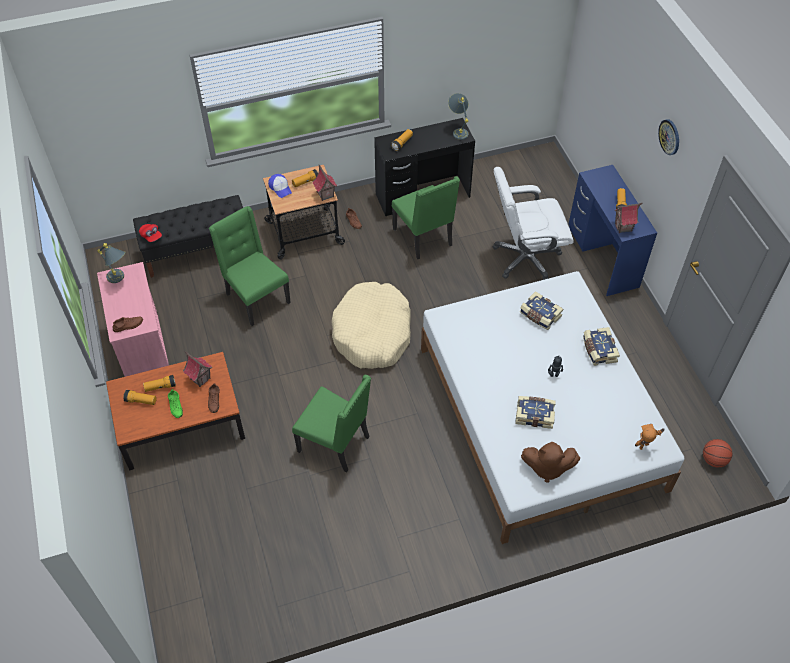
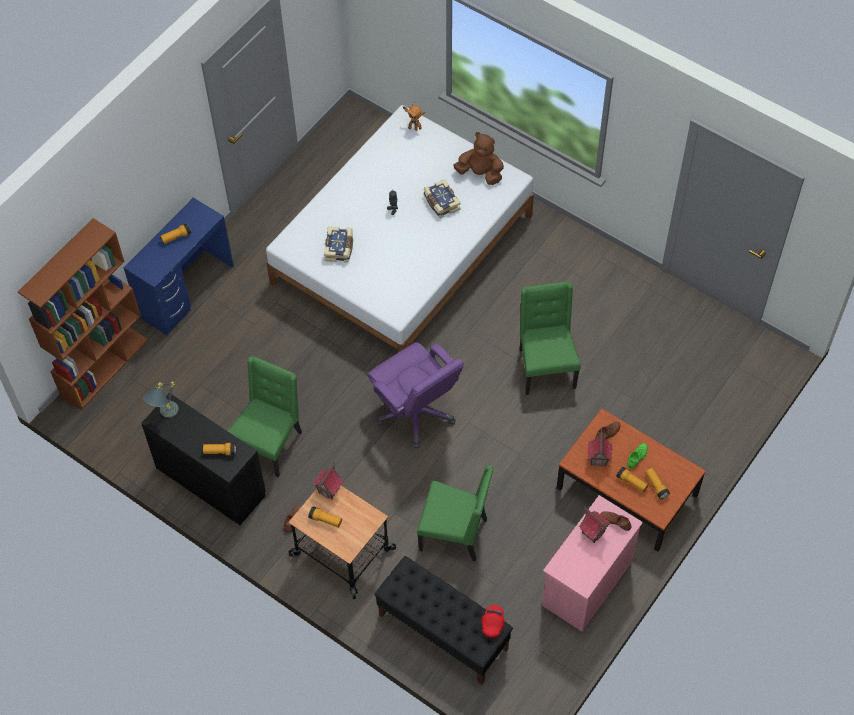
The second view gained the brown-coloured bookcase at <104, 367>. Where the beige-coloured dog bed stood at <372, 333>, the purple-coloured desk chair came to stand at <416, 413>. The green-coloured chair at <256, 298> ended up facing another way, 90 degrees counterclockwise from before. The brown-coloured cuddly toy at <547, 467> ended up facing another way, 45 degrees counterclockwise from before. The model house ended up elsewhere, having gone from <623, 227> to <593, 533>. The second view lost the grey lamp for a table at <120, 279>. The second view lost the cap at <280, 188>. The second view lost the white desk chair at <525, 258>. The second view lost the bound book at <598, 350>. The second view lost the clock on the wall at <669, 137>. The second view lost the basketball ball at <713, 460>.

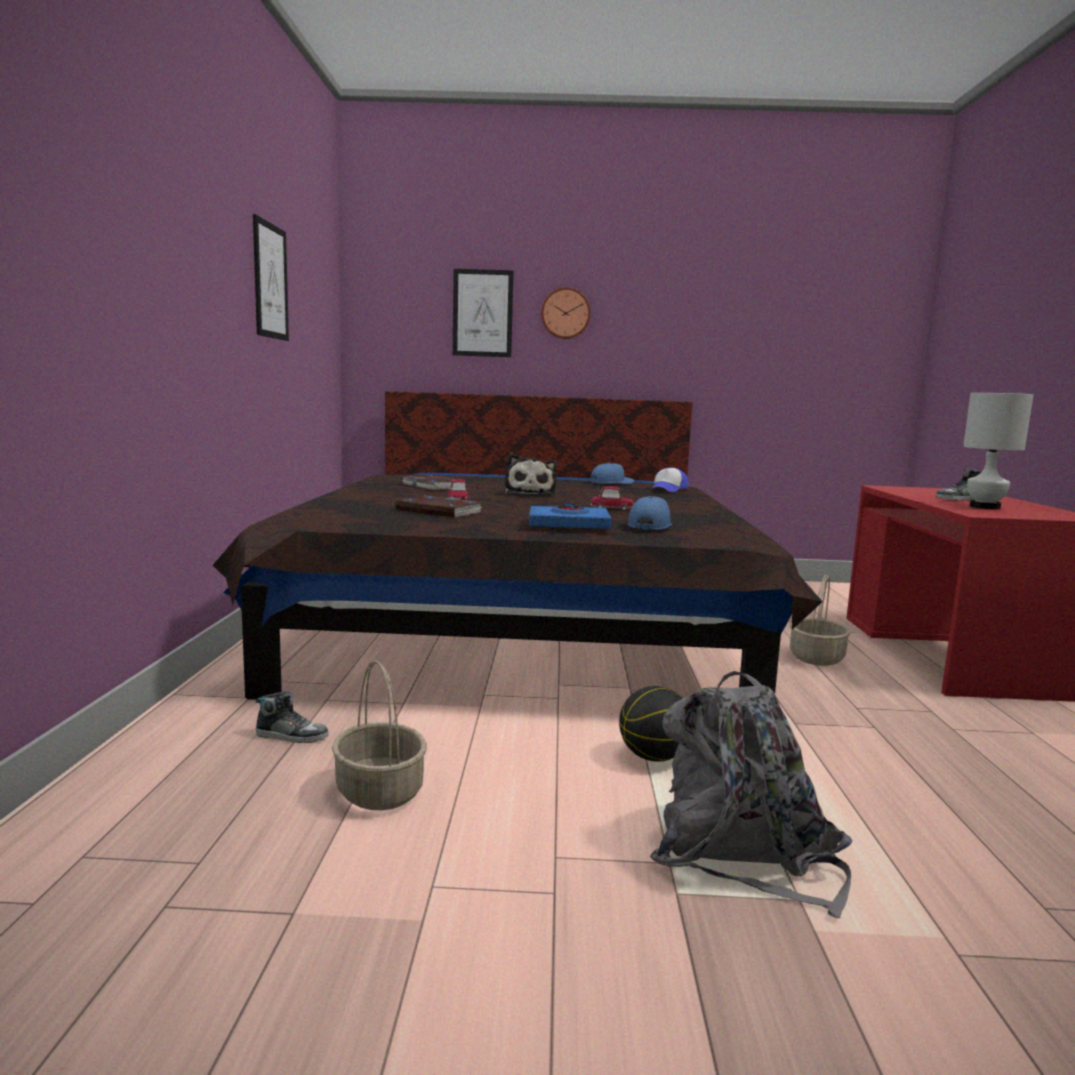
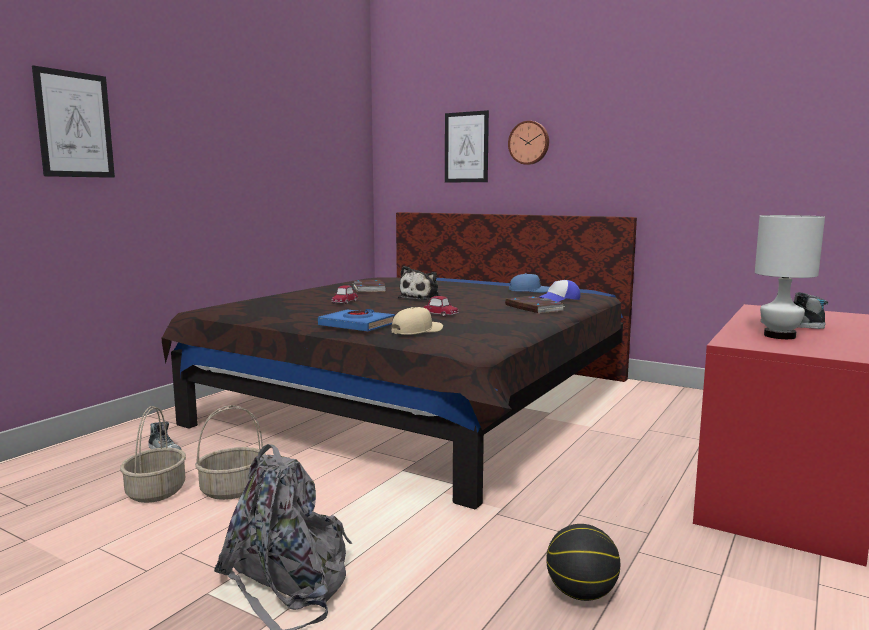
The wall art ended up elsewhere, having gone from <270, 281> to <75, 124>. The basket ended up elsewhere, having gone from <816, 657> to <233, 489>. What was the blue cap at <650, 525> turned into the beige-coloured cap at <417, 331>. The bound book ended up elsewhere, having gone from <437, 511> to <533, 308>. The basketball ball ended up elsewhere, having gone from <653, 757> to <581, 593>.

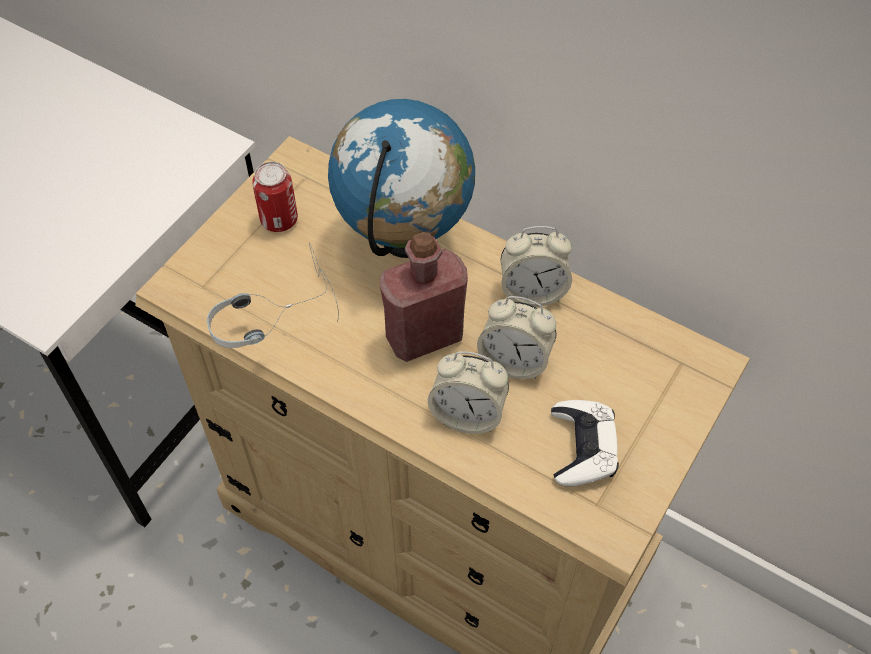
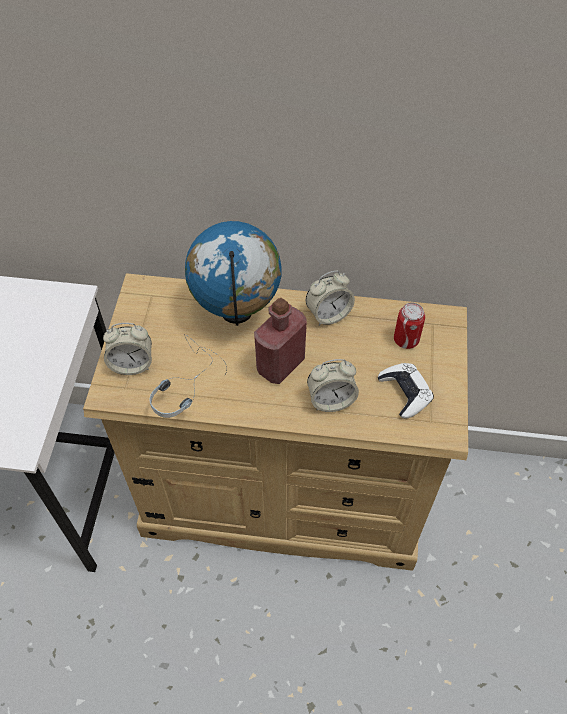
The alarm clock ended up elsewhere, having gone from <514, 360> to <132, 364>. The sealed can ended up elsewhere, having gone from <279, 220> to <406, 339>.

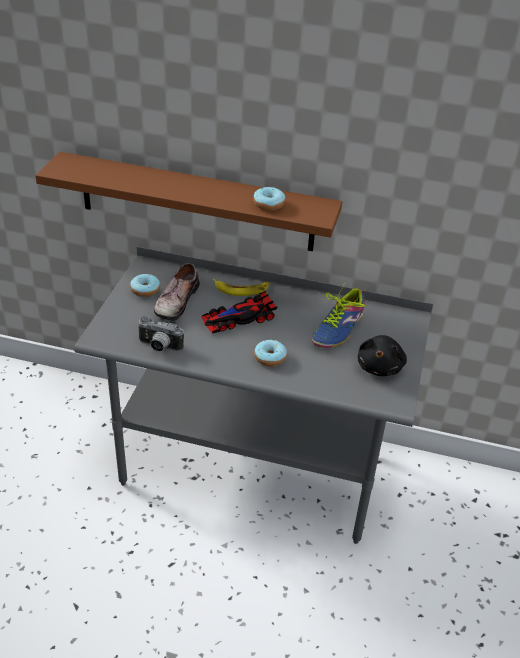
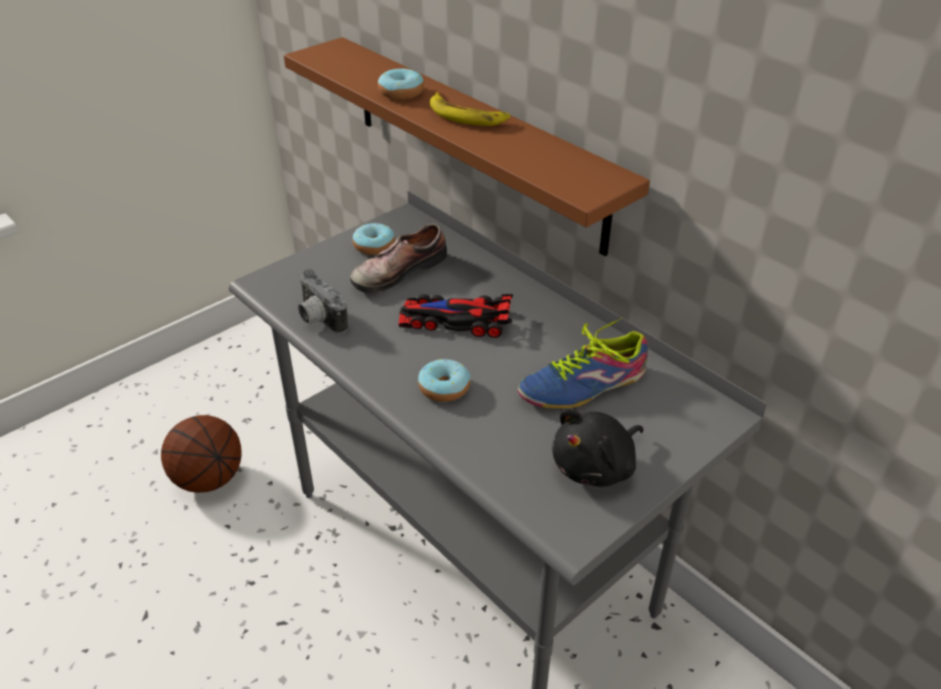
The second view gained the basketball ball at <208, 478>. The donut ended up elsewhere, having gone from <269, 204> to <401, 93>. The whole banana ended up elsewhere, having gone from <241, 289> to <466, 116>.

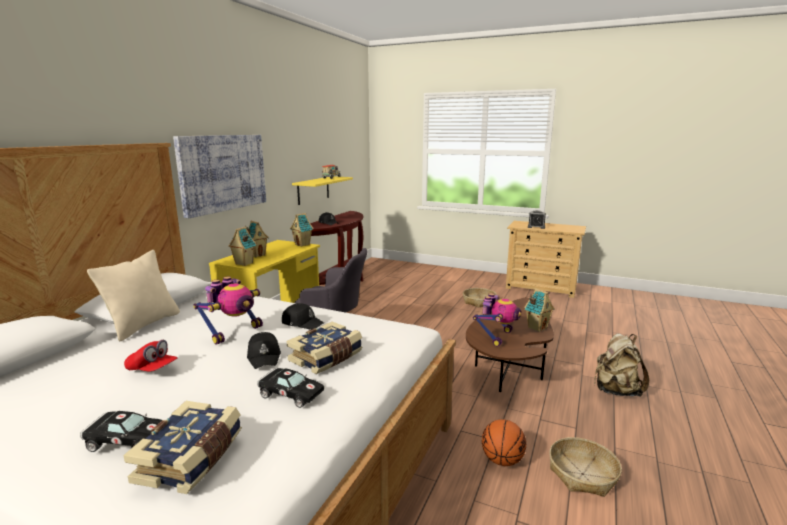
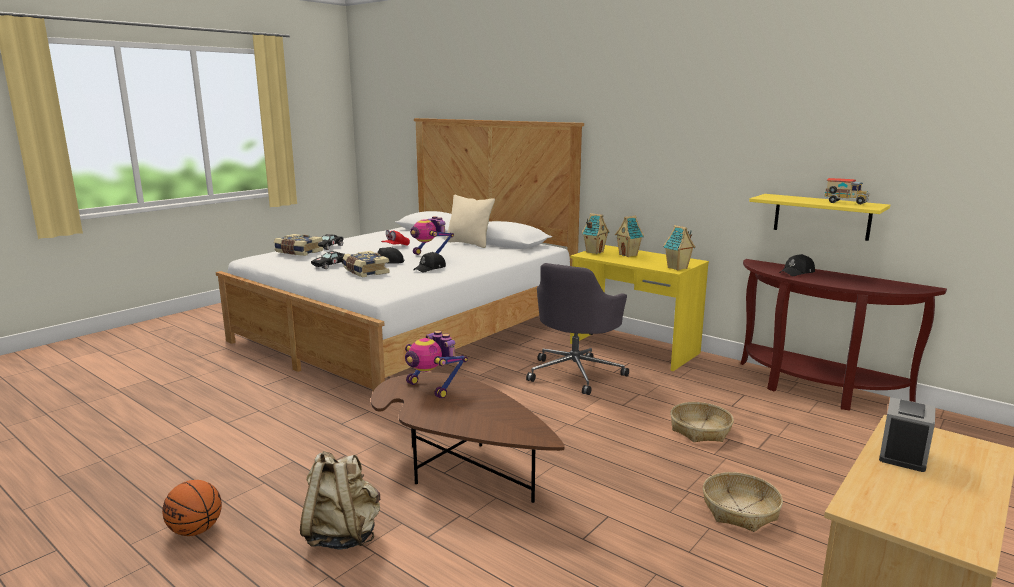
The basketball ball ended up elsewhere, having gone from <502, 460> to <195, 530>. The basket ended up elsewhere, having gone from <582, 474> to <700, 430>. The second view lost the wall art at <222, 173>. The second view lost the model house at <537, 327>.

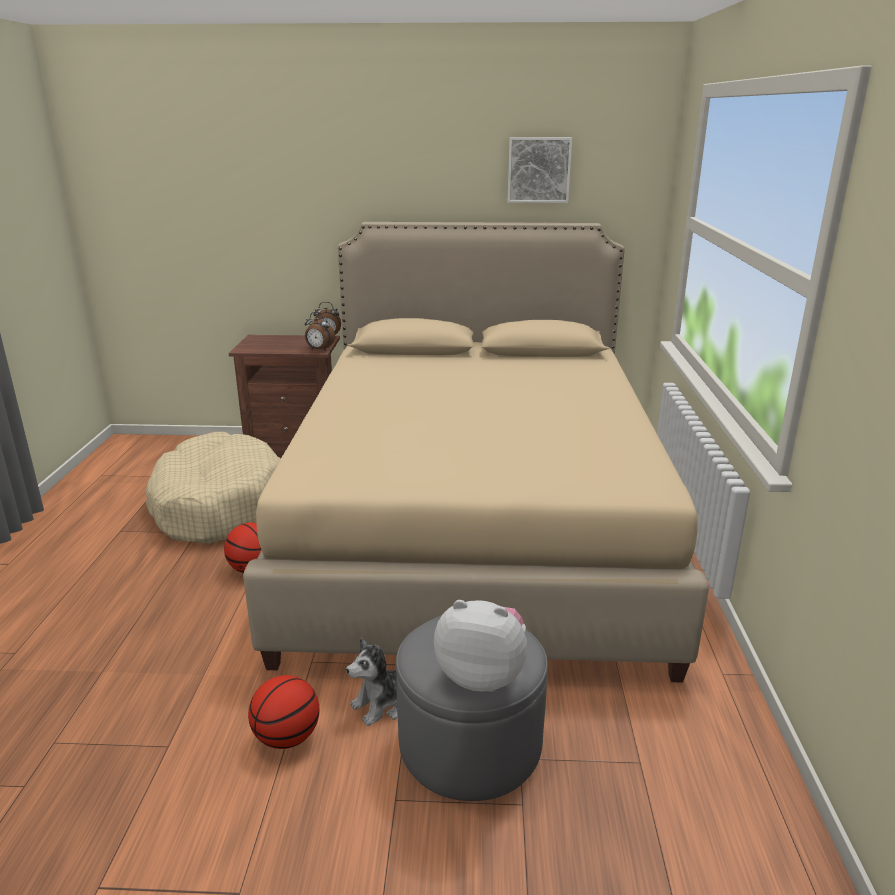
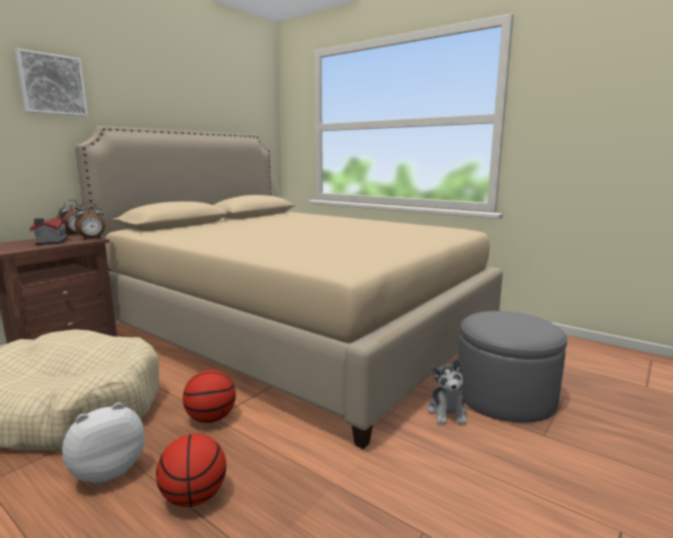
The wall art ended up elsewhere, having gone from <538, 170> to <52, 84>. The second view gained the model house at <50, 241>. The cuddly toy ended up elsewhere, having gone from <482, 675> to <107, 471>. The basketball ball ended up elsewhere, having gone from <287, 737> to <194, 497>.

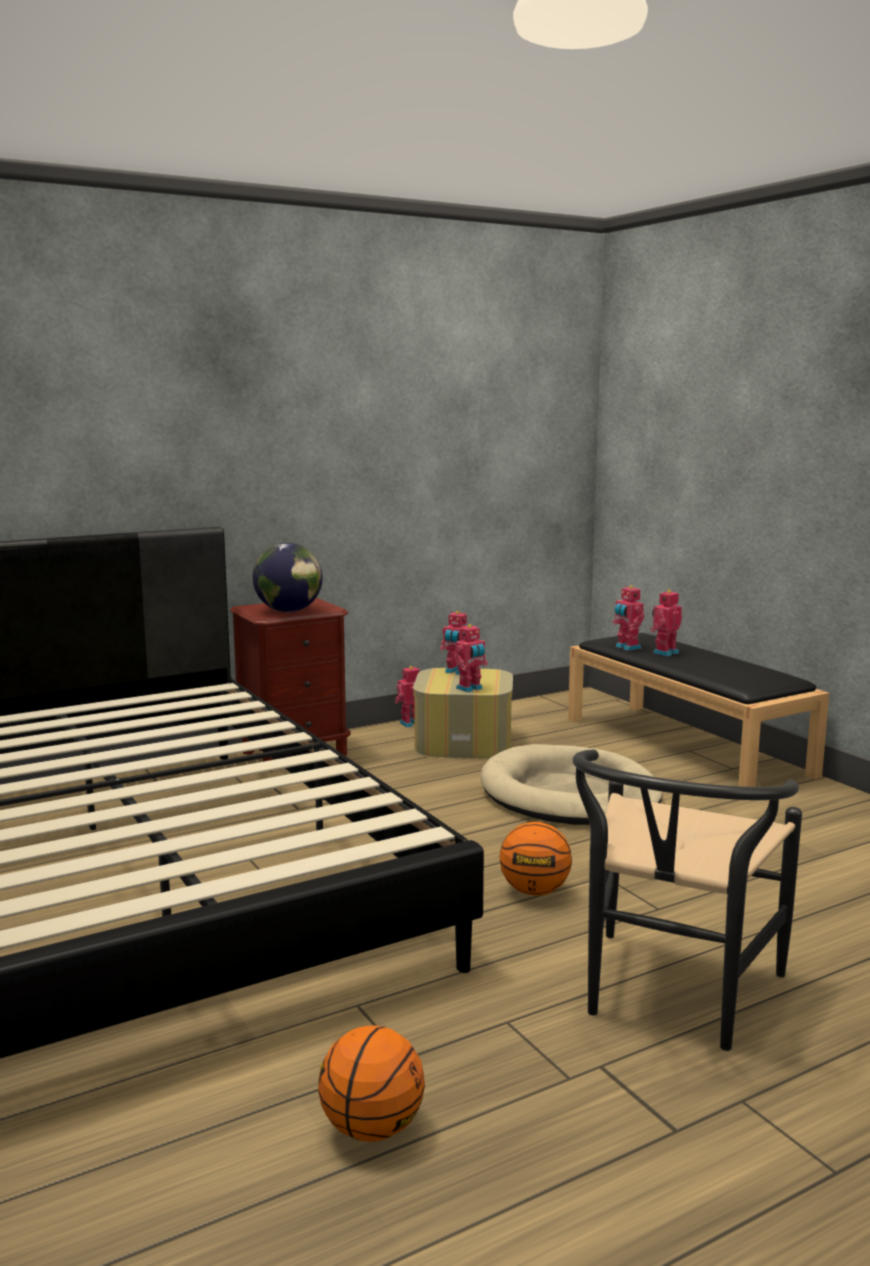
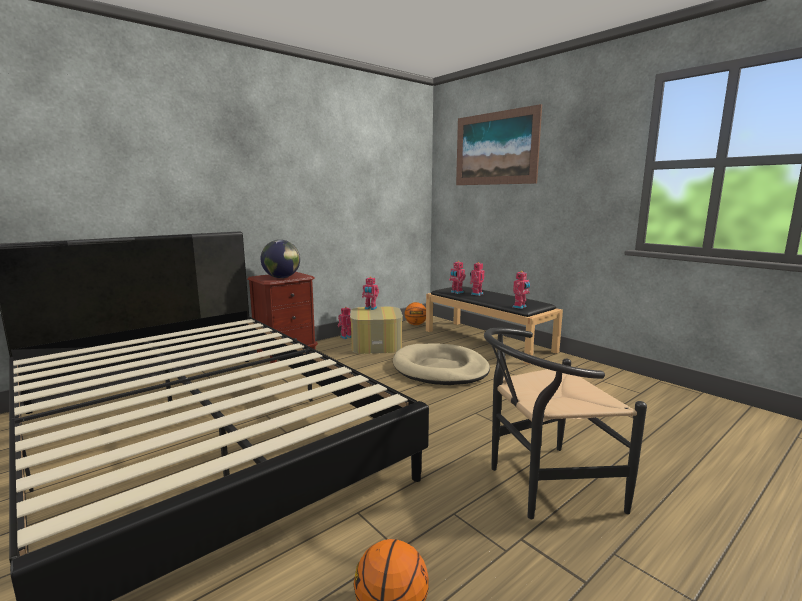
The basketball ball ended up elsewhere, having gone from <535, 891> to <415, 324>. The second view gained the wall art at <495, 148>. The blackish chair at <671, 998> ended up facing another way, 60 degrees clockwise from before. The toy robot ended up elsewhere, having gone from <470, 689> to <520, 307>.

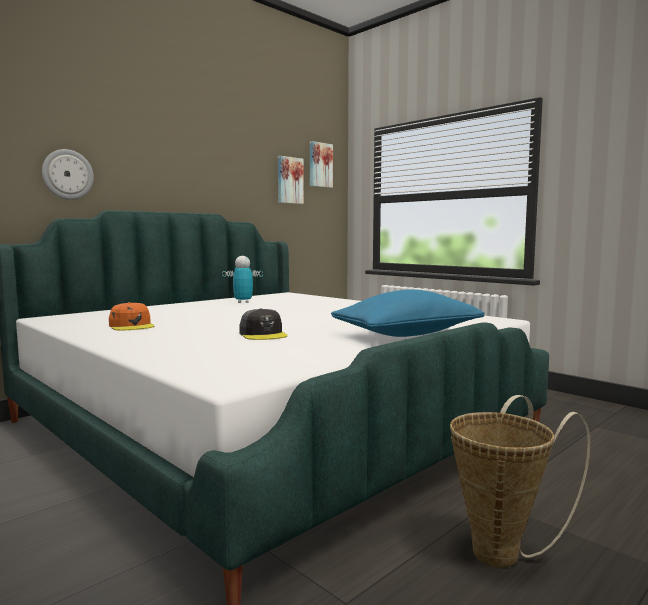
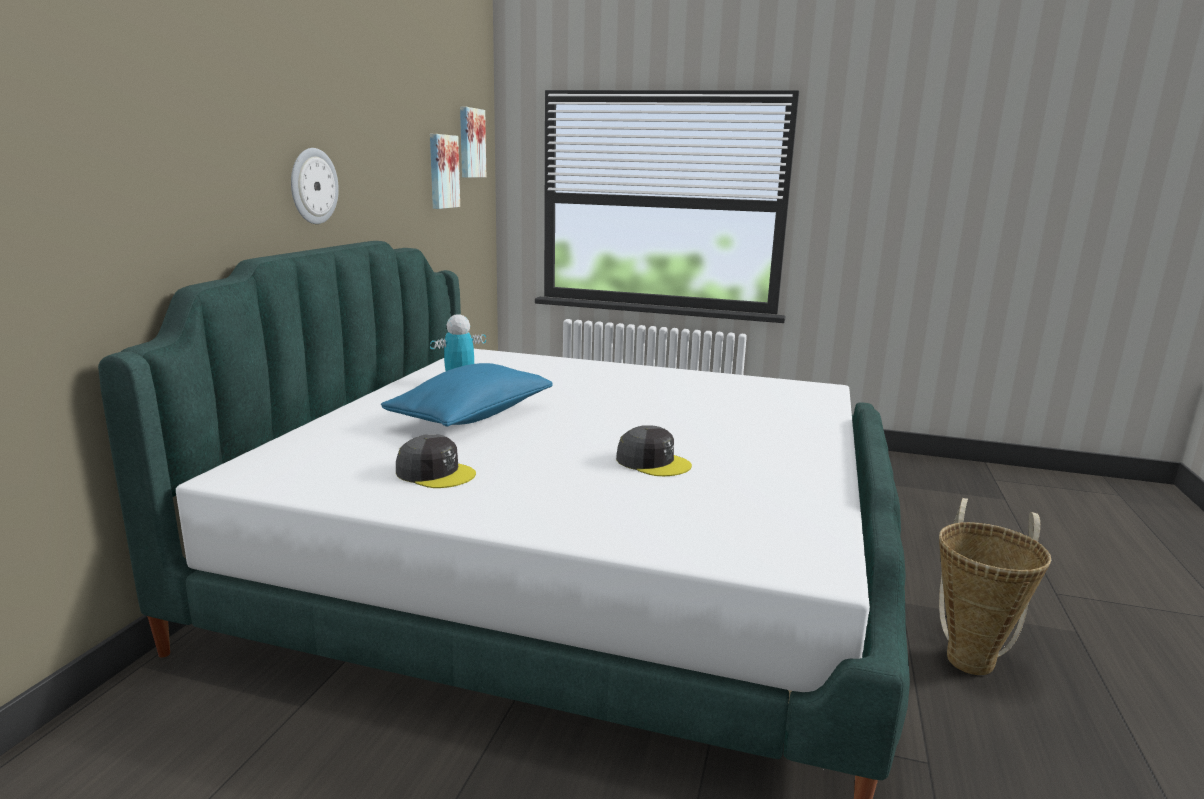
The clock on the wall ended up elsewhere, having gone from <67, 174> to <313, 186>. The blue cushion ended up elsewhere, having gone from <407, 334> to <472, 417>. What was the orangey cap at <132, 326> turned into the grey cap at <435, 473>.

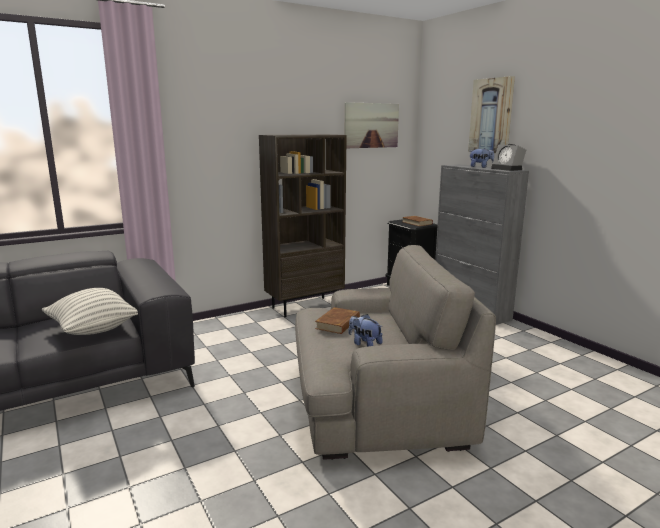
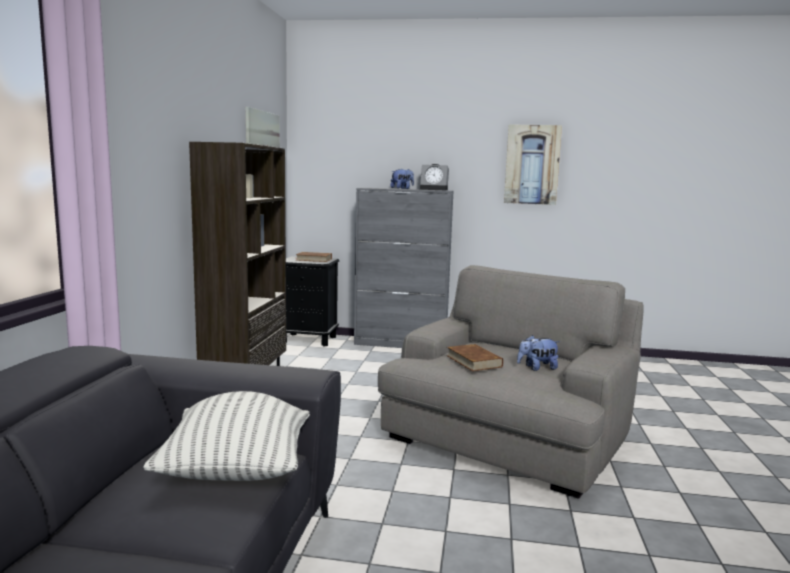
The wall art ended up elsewhere, having gone from <491, 116> to <532, 164>.

